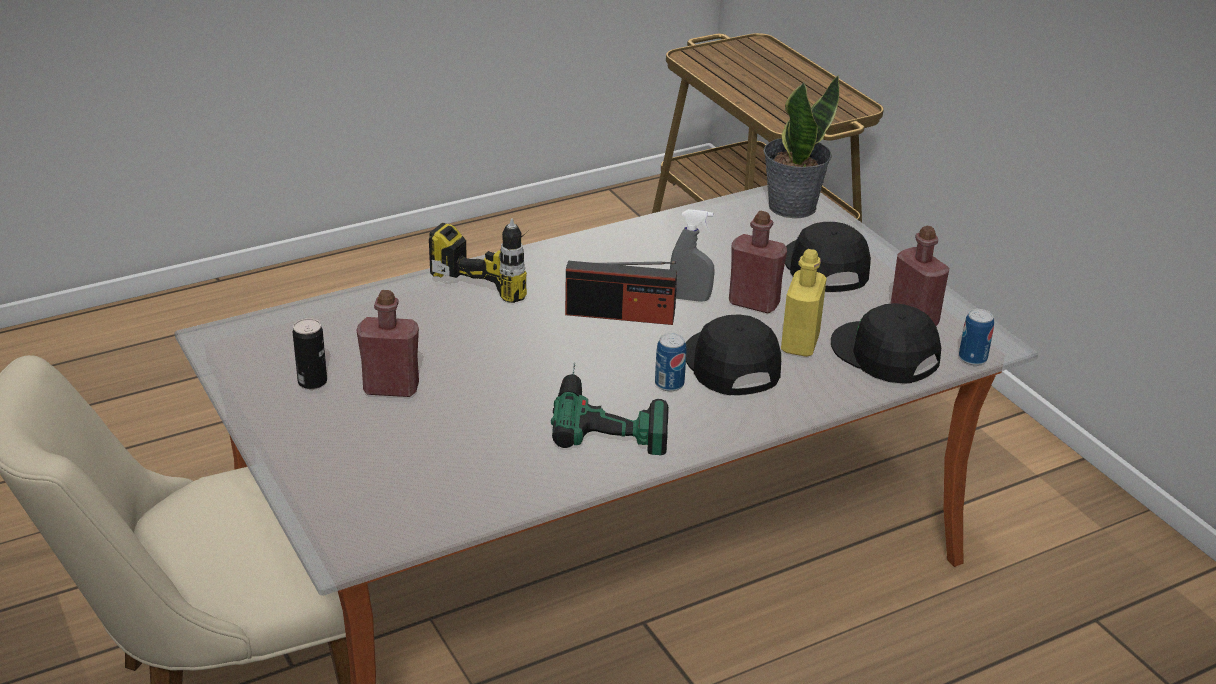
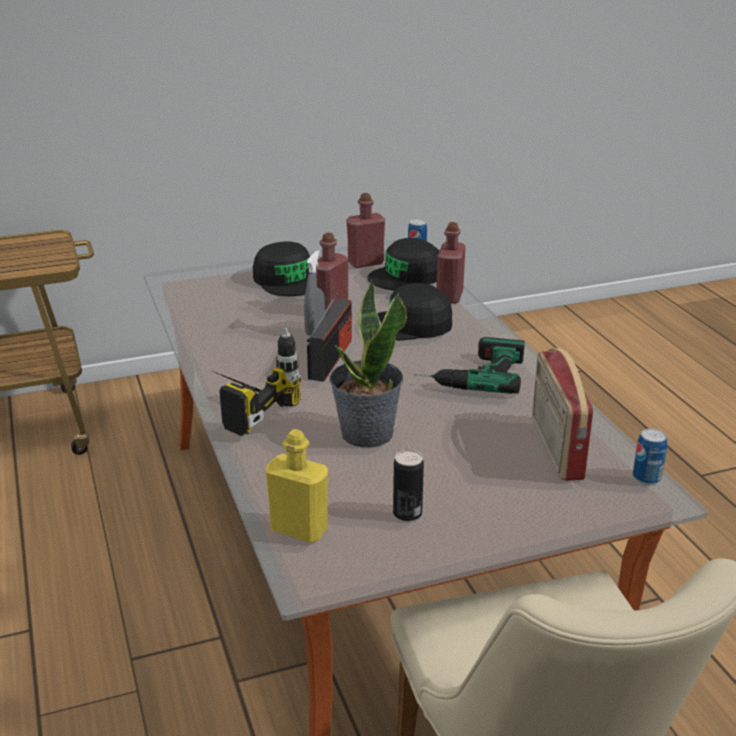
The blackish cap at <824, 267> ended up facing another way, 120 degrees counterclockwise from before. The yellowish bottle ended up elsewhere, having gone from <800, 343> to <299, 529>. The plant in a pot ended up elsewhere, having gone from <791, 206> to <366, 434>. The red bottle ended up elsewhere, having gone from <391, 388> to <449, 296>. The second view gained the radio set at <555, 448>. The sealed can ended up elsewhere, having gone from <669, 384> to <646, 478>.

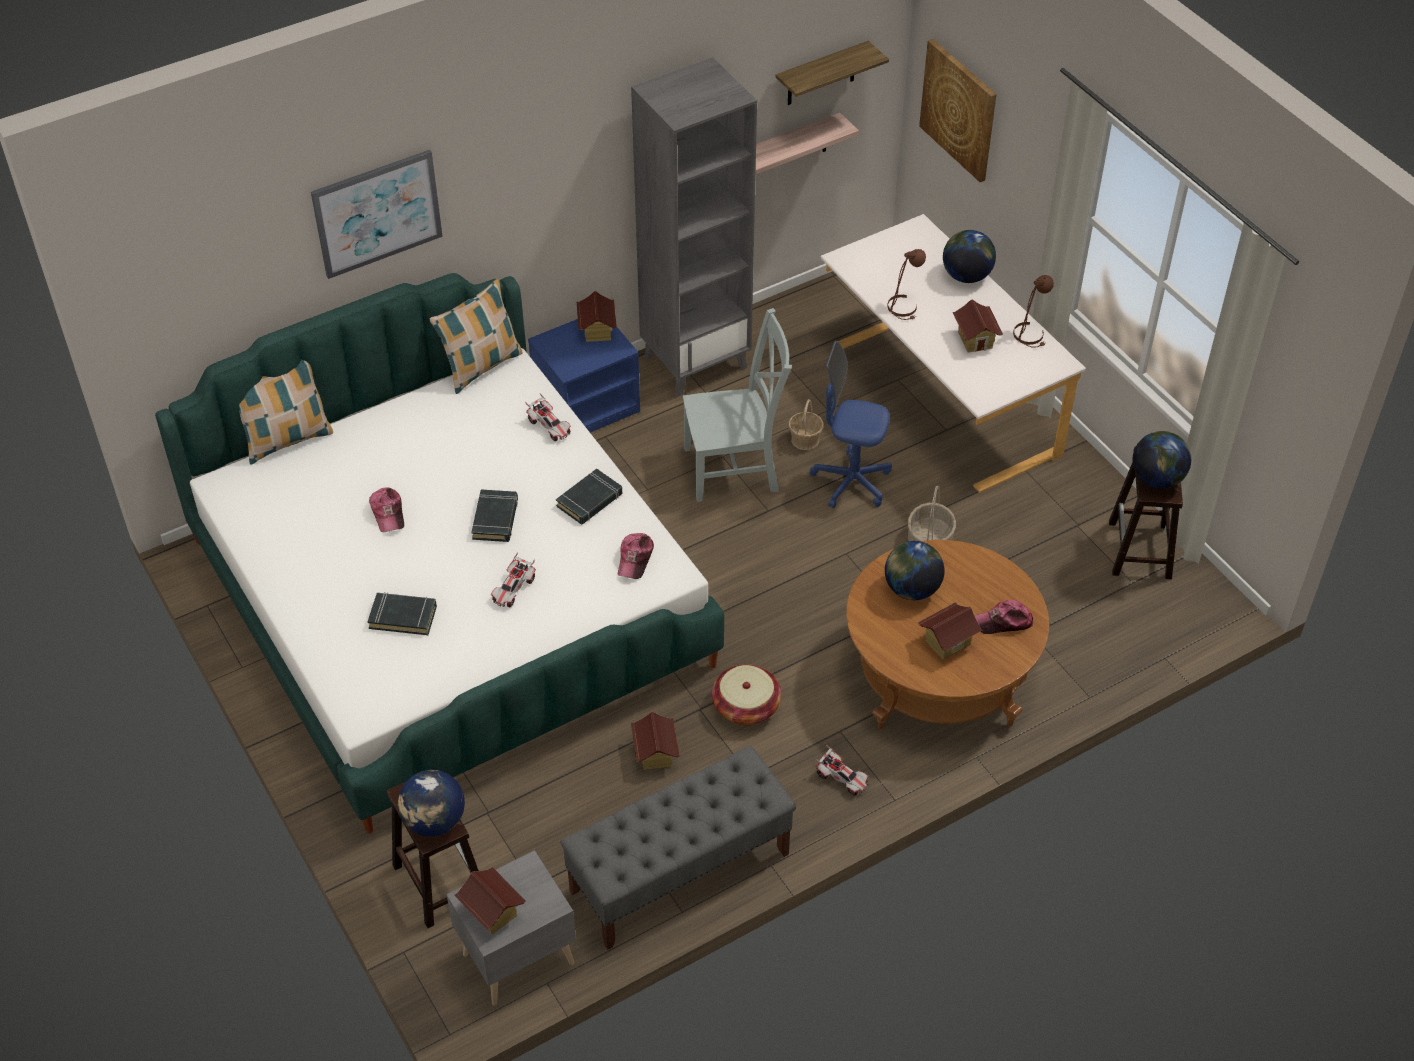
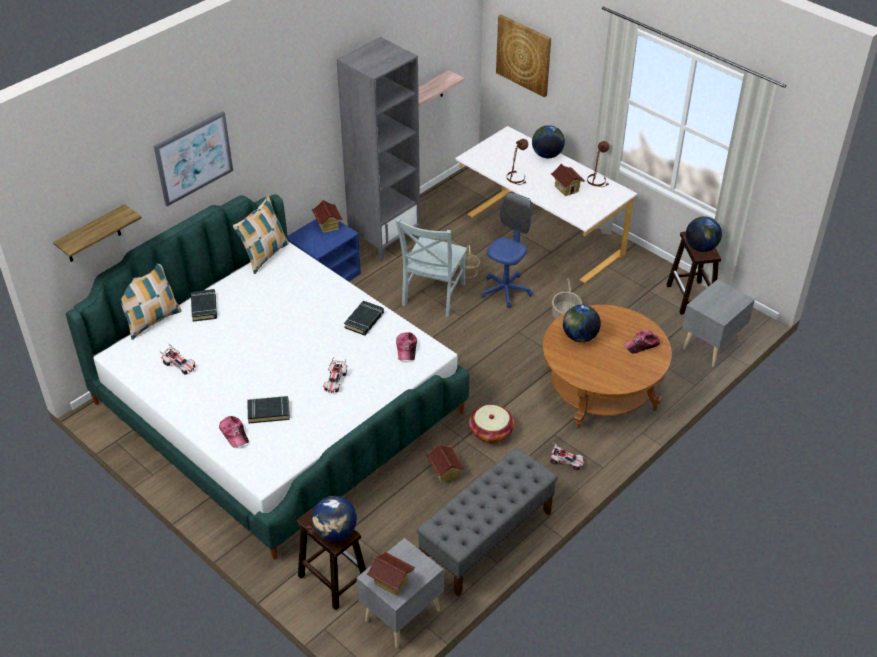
The wall shelf ended up elsewhere, having gone from <821, 74> to <92, 235>. The model car ended up elsewhere, having gone from <549, 427> to <179, 365>. The blackish bound book ended up elsewhere, having gone from <495, 519> to <204, 307>. The cap ended up elsewhere, having gone from <388, 513> to <234, 434>. The grey chair at <736, 469> ended up facing another way, 135 degrees clockwise from before. The blue desk chair at <851, 482> ended up facing another way, 120 degrees clockwise from before. The second view gained the grey nightstand at <710, 345>. The second view lost the model house at <947, 642>.

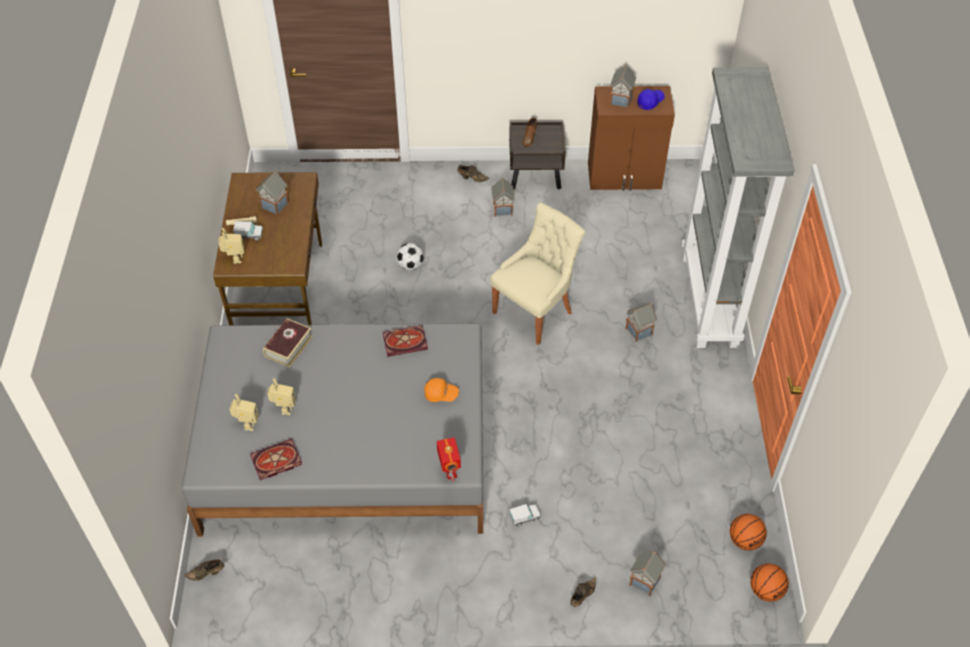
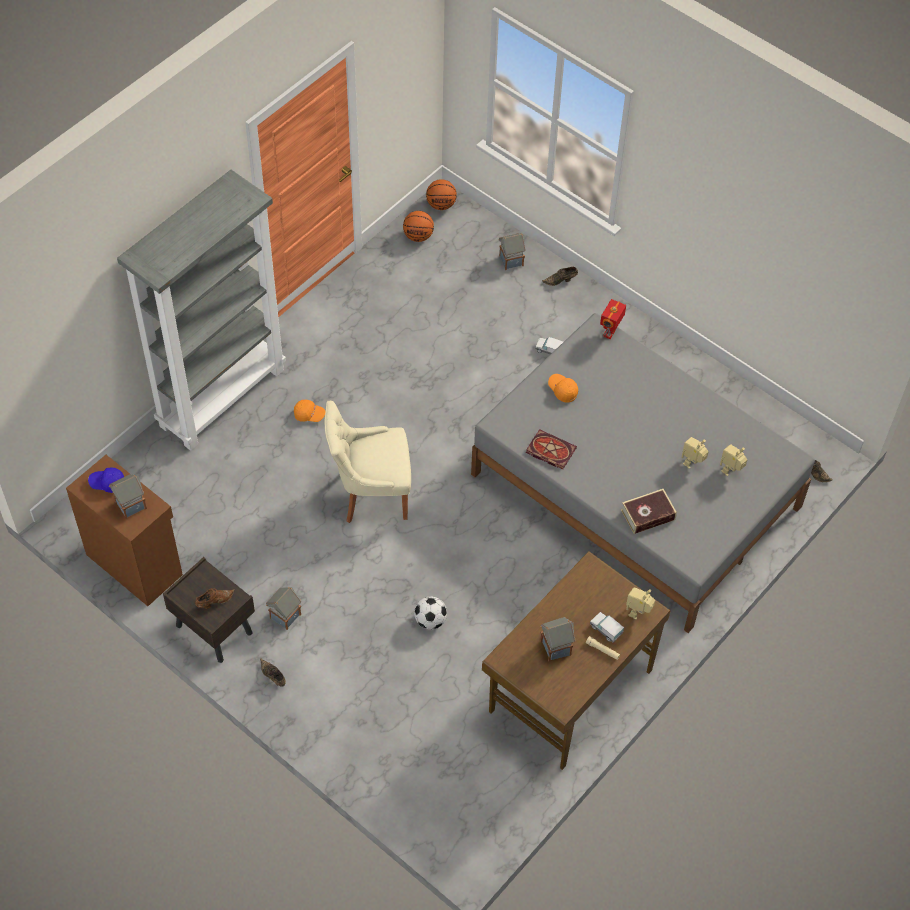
Where the model house stood at <639, 331>, the orangey cap came to stand at <309, 415>. The second view lost the bound book at <275, 461>.

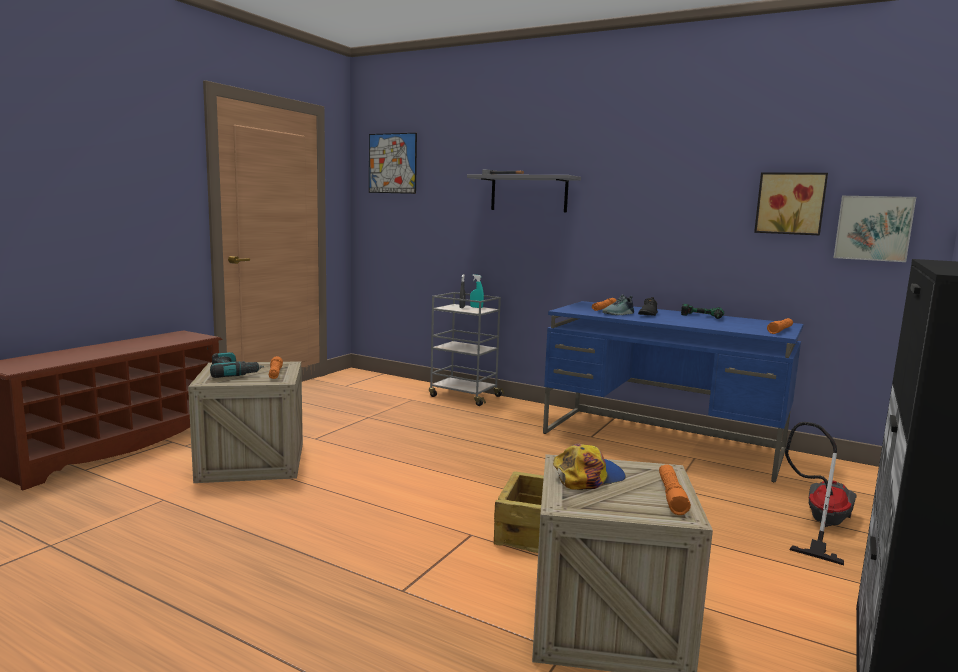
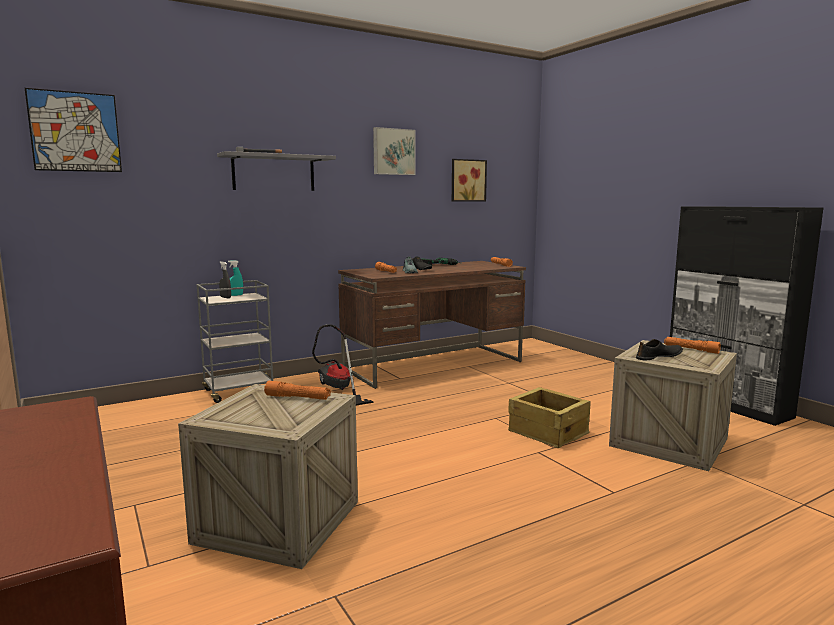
The vacuum ended up elsewhere, having gone from <820, 524> to <338, 390>. What was the blue desk table at <662, 442> turned into the brown-coloured desk table at <434, 365>. The wall art ended up elsewhere, having gone from <873, 228> to <393, 152>. Where the cap stood at <587, 476>, the blackish item of footwear came to stand at <659, 357>. The second view lost the drill at <233, 373>.

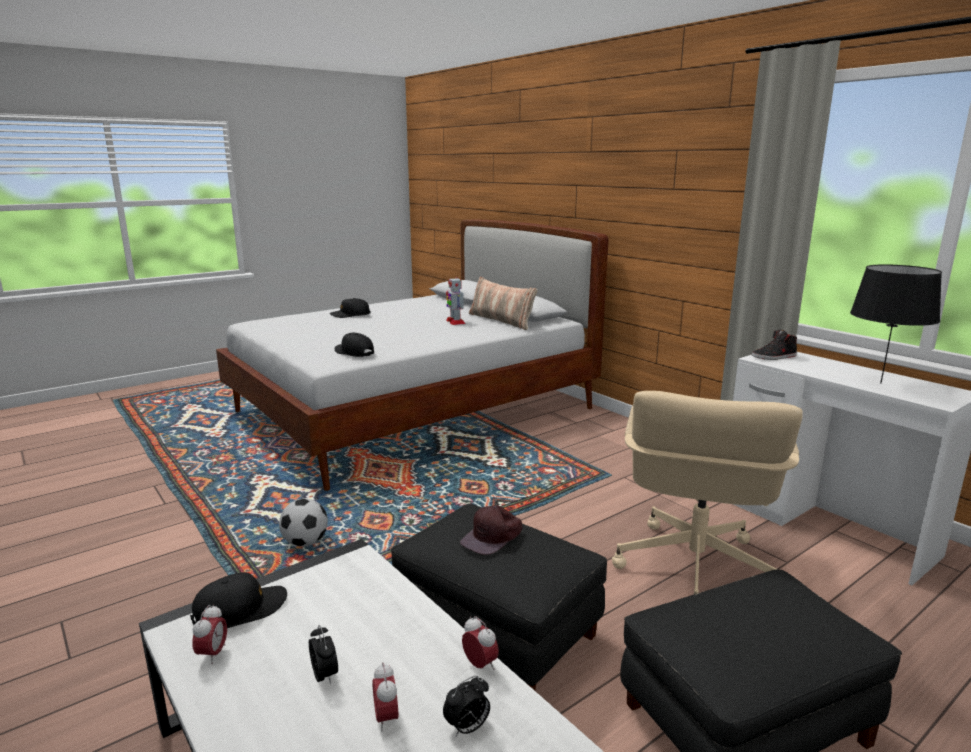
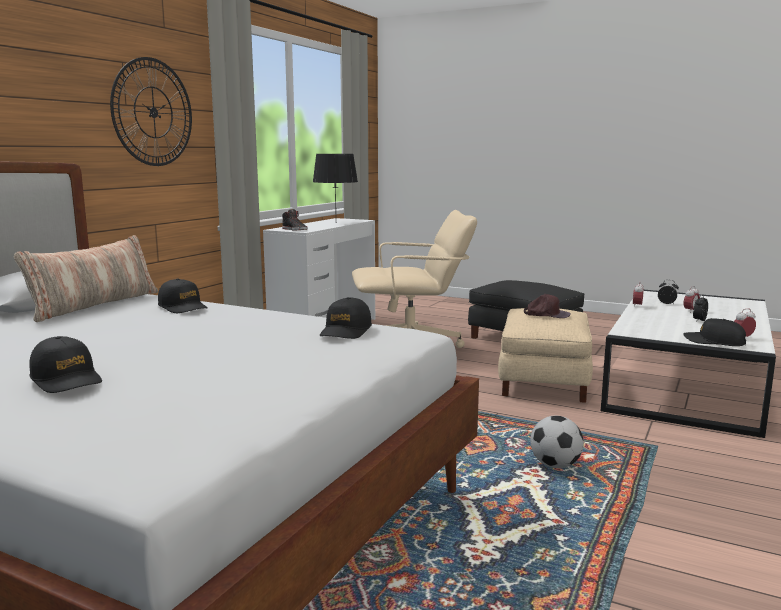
The second view gained the clock on the wall at <153, 112>. The second view gained the blackish cap at <183, 307>. What was the blackish ottoman at <498, 632> turned into the beige-coloured ottoman at <543, 381>. The second view lost the toy robot at <455, 322>.

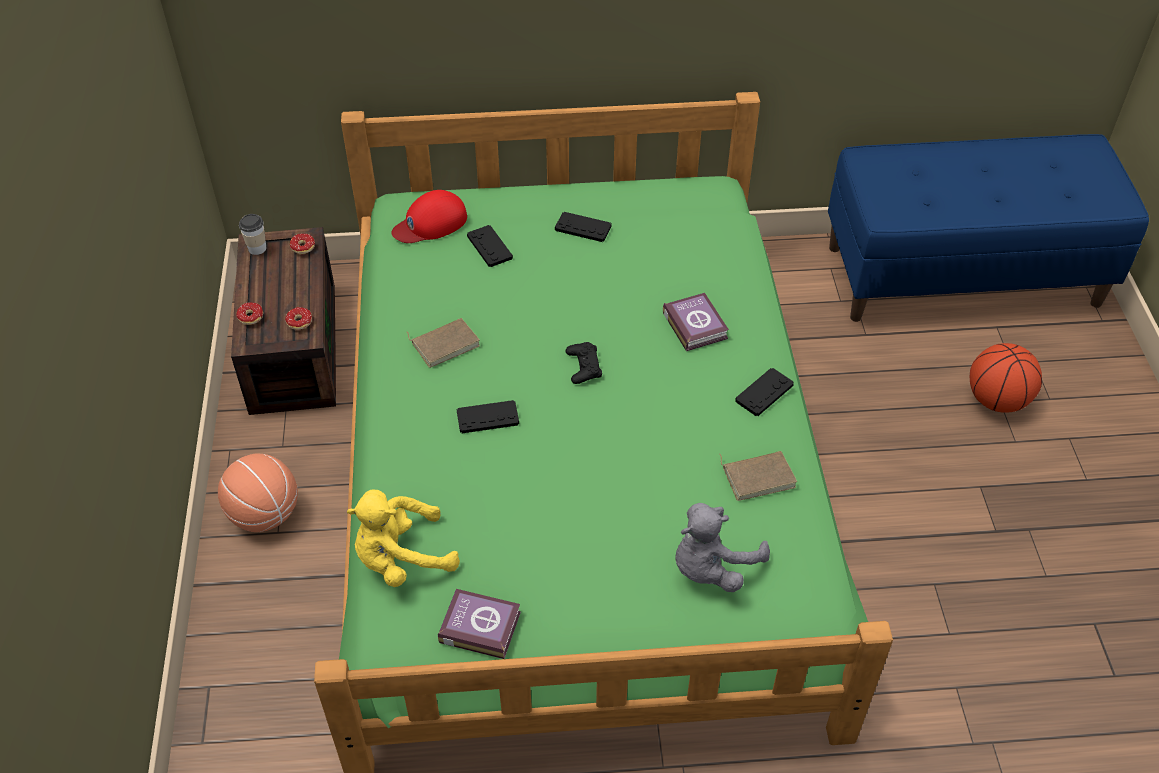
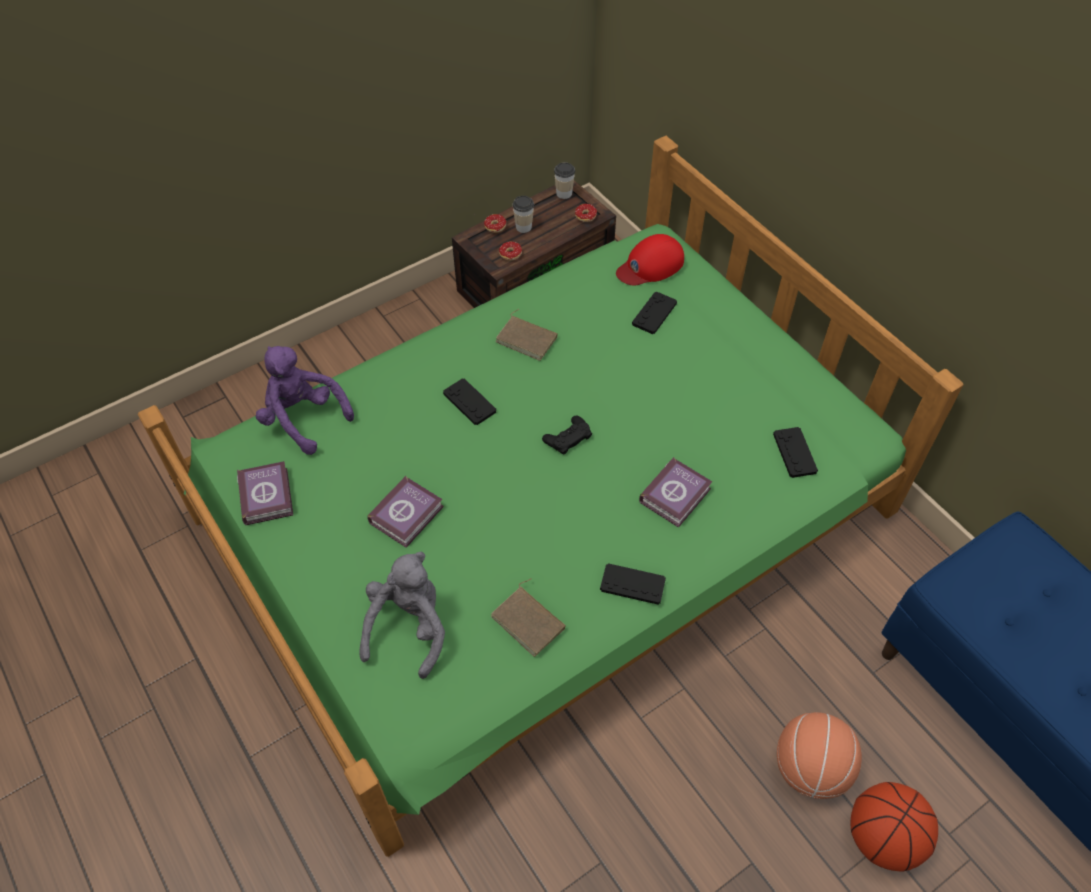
What was the yellowish cuddly toy at <401, 559> turned into the purple-coloured cuddly toy at <303, 418>. The grey cuddly toy at <711, 566> ended up facing another way, 90 degrees clockwise from before. The second view gained the bound book at <408, 514>. The second view gained the drinking cup at <523, 227>. The red cap at <430, 223> ended up facing another way, 60 degrees counterclockwise from before. The blackish gamepad ended up elsewhere, having gone from <583, 228> to <794, 453>. The basketball ball ended up elsewhere, having gone from <264, 514> to <810, 768>.

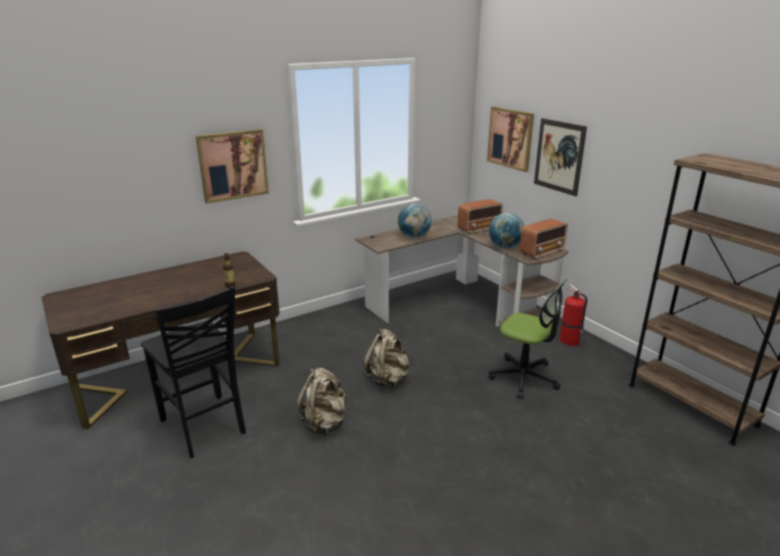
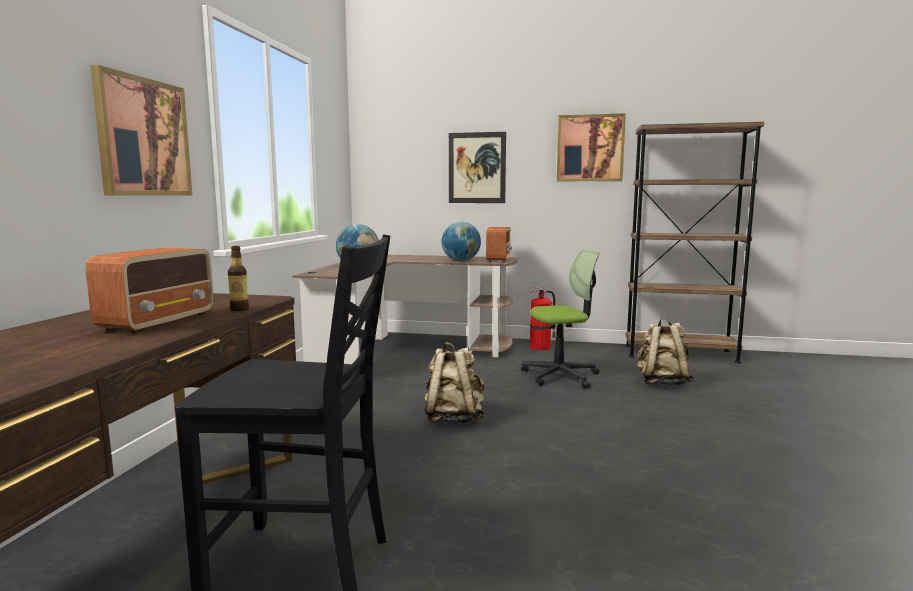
The radio set ended up elsewhere, having gone from <479, 229> to <159, 321>. The wall art ended up elsewhere, having gone from <510, 138> to <590, 148>. The beige-coloured rucksack ended up elsewhere, having gone from <324, 423> to <662, 383>.

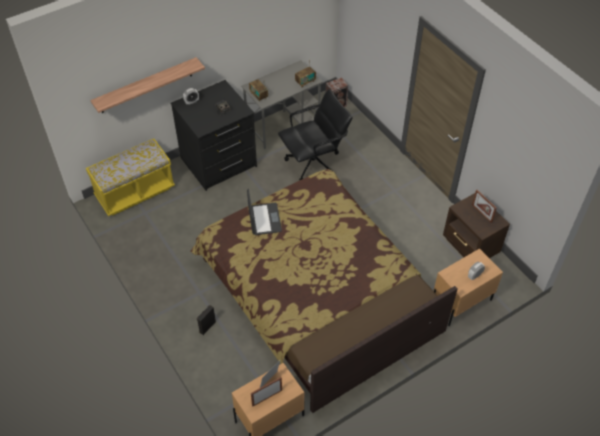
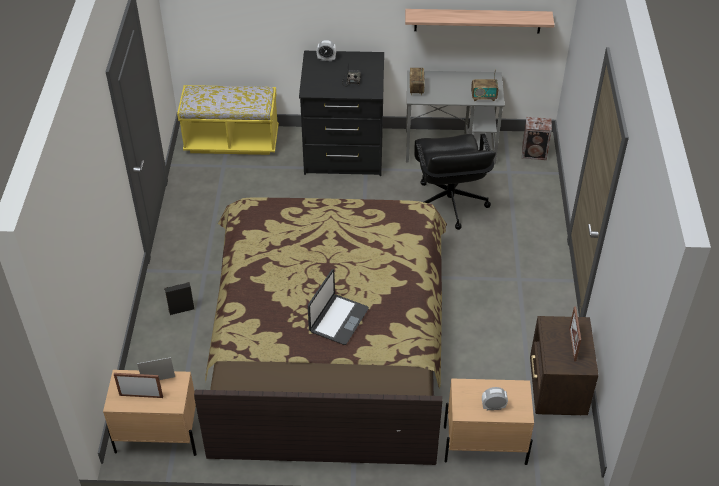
The notebook computer ended up elsewhere, having gone from <264, 219> to <338, 320>. The wall shelf ended up elsewhere, having gone from <146, 85> to <477, 21>. The blackish desk chair at <314, 163> ended up facing another way, 75 degrees clockwise from before.

